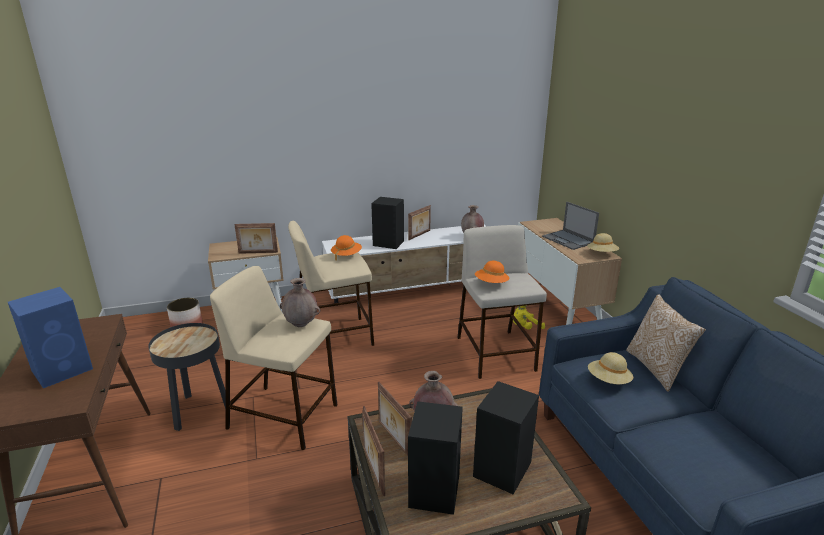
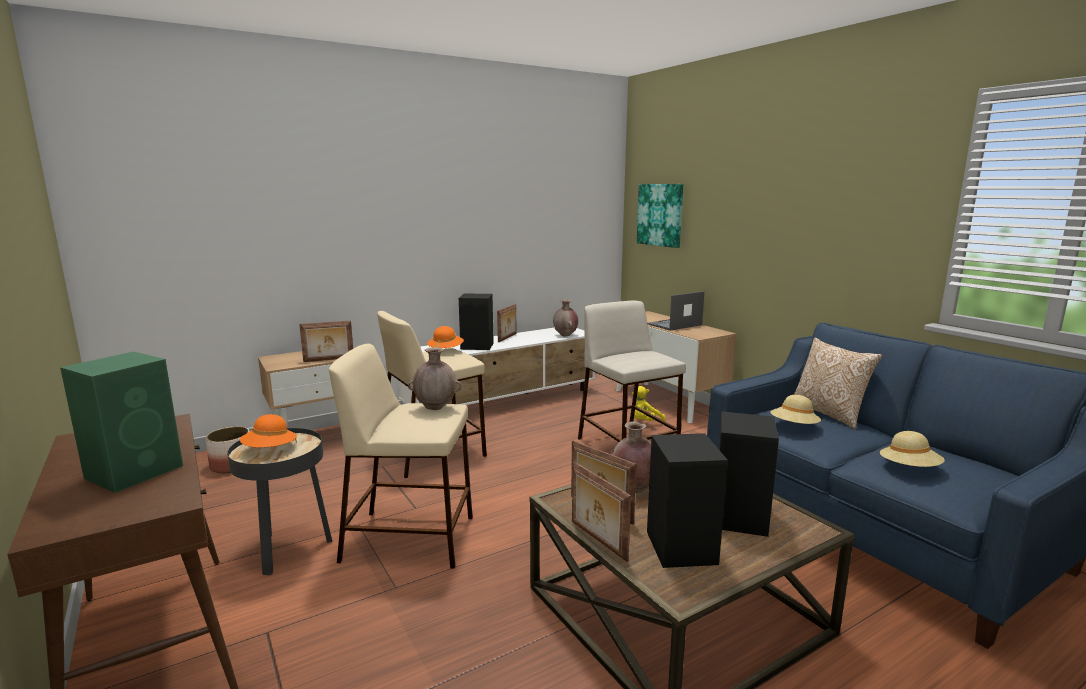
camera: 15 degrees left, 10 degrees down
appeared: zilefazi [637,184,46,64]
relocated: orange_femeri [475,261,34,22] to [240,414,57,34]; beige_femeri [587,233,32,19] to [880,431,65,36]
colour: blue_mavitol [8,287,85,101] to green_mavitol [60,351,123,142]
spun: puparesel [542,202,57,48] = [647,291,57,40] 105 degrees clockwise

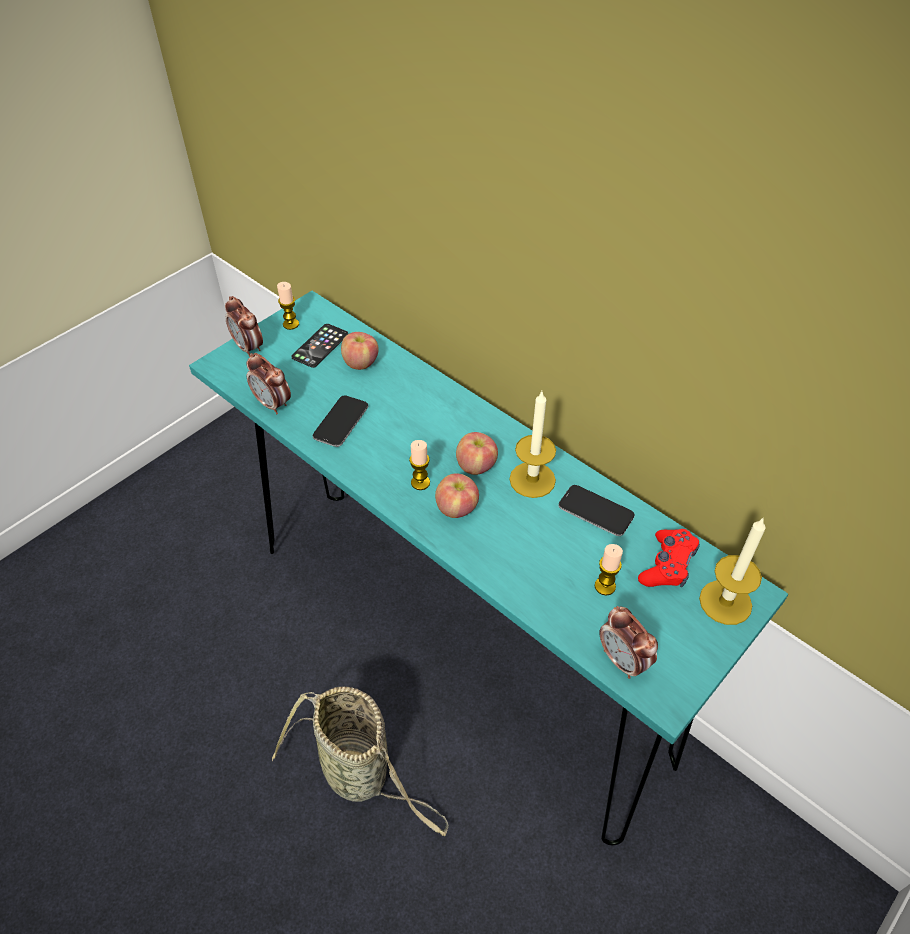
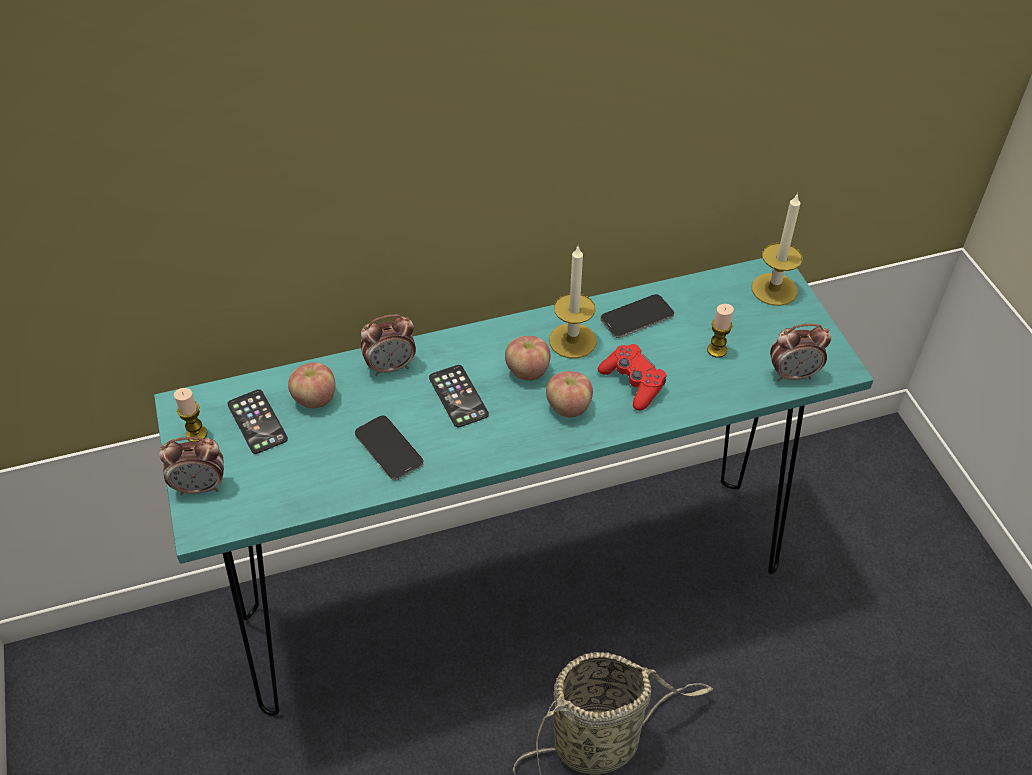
camera: 60 degrees left, 0 degrees up
missing: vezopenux [409,440,21,50]
appeared: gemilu [429,365,60,62]
relocated: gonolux [246,353,45,61] to [361,314,55,62]; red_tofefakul [638,529,62,58] to [598,344,69,67]

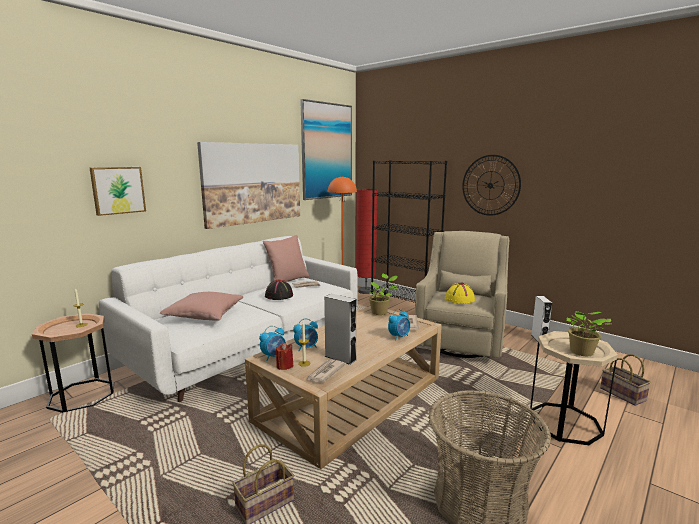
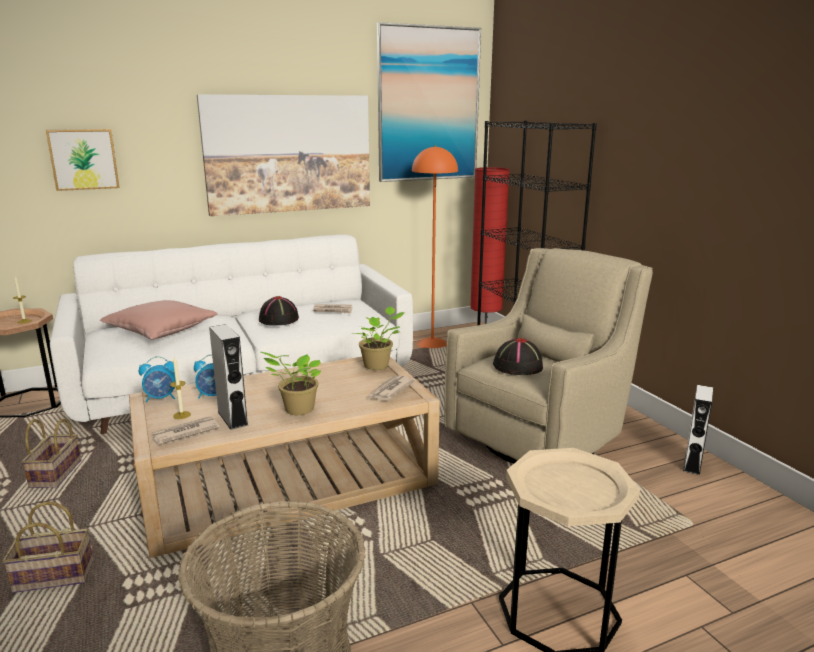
camera: 25 degrees right, 5 degrees up
missing: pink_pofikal [263,235,46,47]; red_vezopenux [276,343,17,27]; gonolux [388,309,22,31]; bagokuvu [462,155,59,61]
relocated: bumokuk [567,311,44,45] to [261,352,60,63]; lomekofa [600,354,51,52] to [22,419,60,69]
colour: yellow_femeri [445,283,30,21] to black_femeri [493,338,50,37]

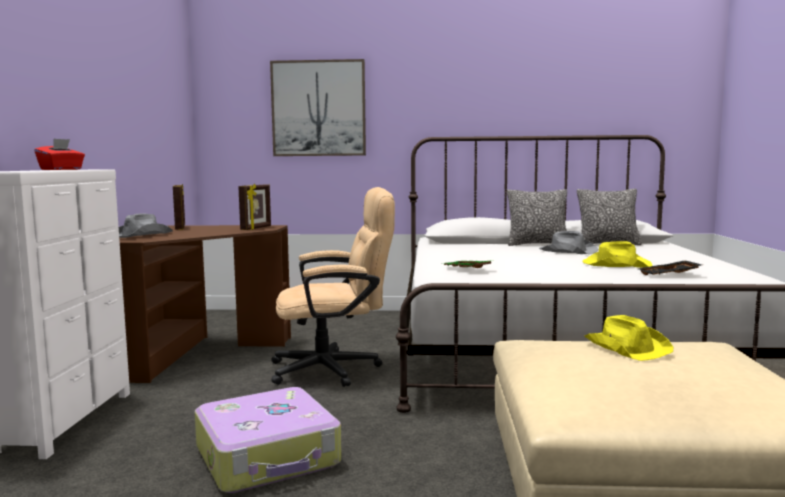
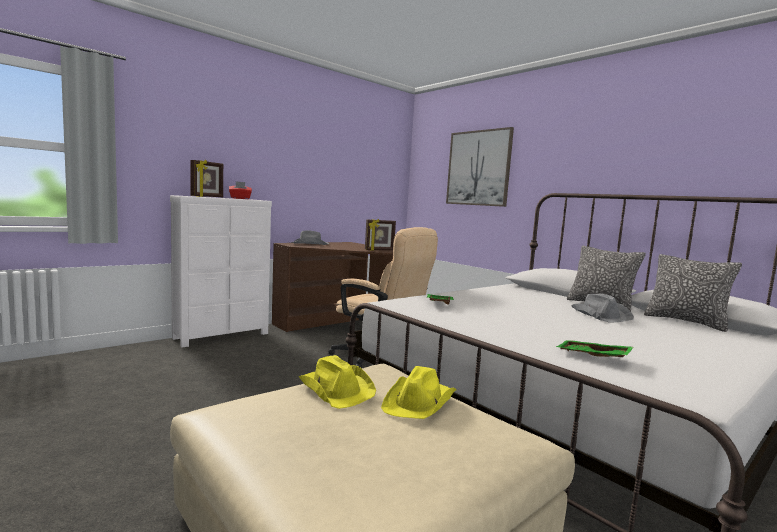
camera: 45 degrees right, 0 degrees up
missing: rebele [195,387,147,106]
relocated: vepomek [173,184,12,45] to [190,160,33,37]; yellow_femeri [583,241,70,27] to [299,355,77,54]
colour: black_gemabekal [638,261,65,14] to green_gemabekal [556,340,78,17]

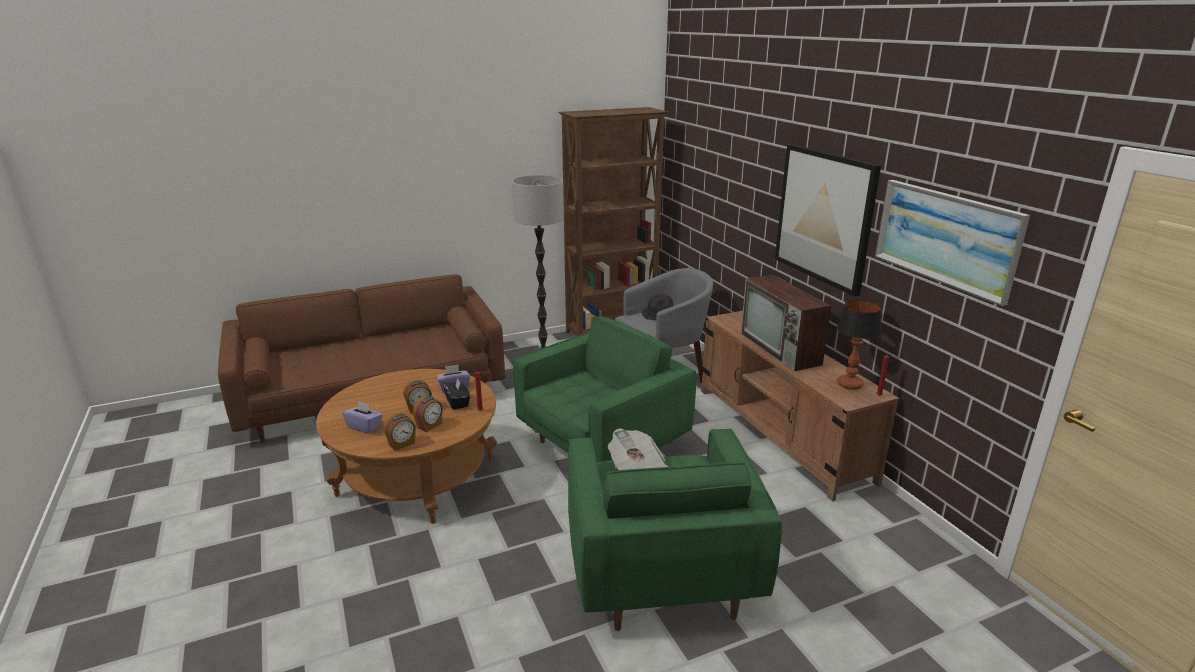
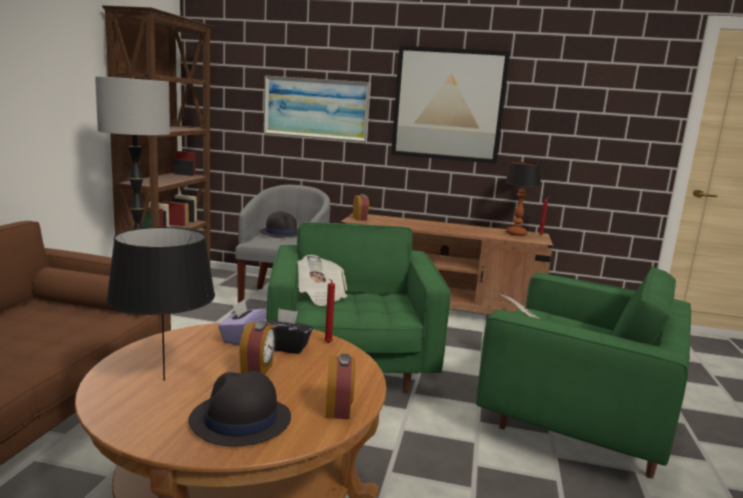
camera: 55 degrees left, 10 degrees down
missing: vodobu [741,275,90,96]
appeared: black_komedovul [106,227,109,154]; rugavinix [297,255,50,51]
relocated: gonolux [413,396,30,36] to [353,194,16,27]; zilefazi [875,180,155,126] to [263,75,108,67]
exchanged: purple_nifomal [342,401,41,33] to black_femeri [188,371,103,75]

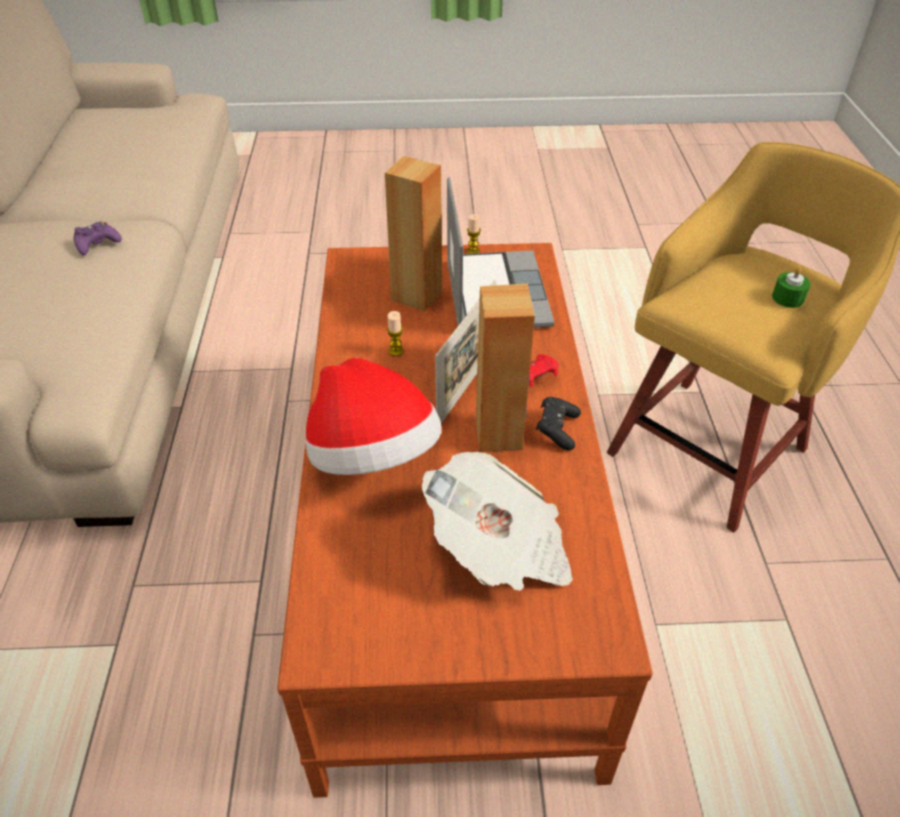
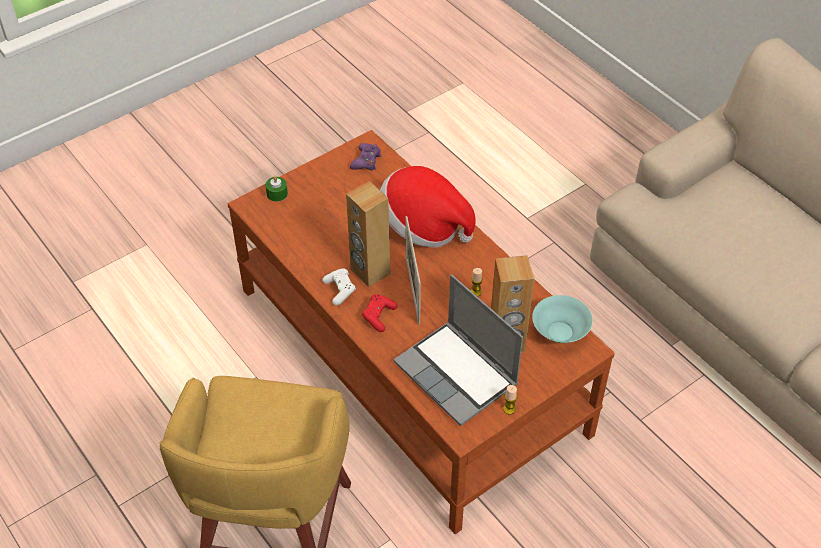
camera: 145 degrees right, 5 degrees up
missing: rugavinix [422,452,151,139]
appeared: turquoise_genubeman [532,295,61,48]
relocated: purple_tofefakul [73,221,49,34] to [350,143,31,27]; green_vezopenux [772,267,39,41] to [265,176,23,26]
colour: black_tofefakul [536,397,45,54] to white_tofefakul [322,269,34,37]

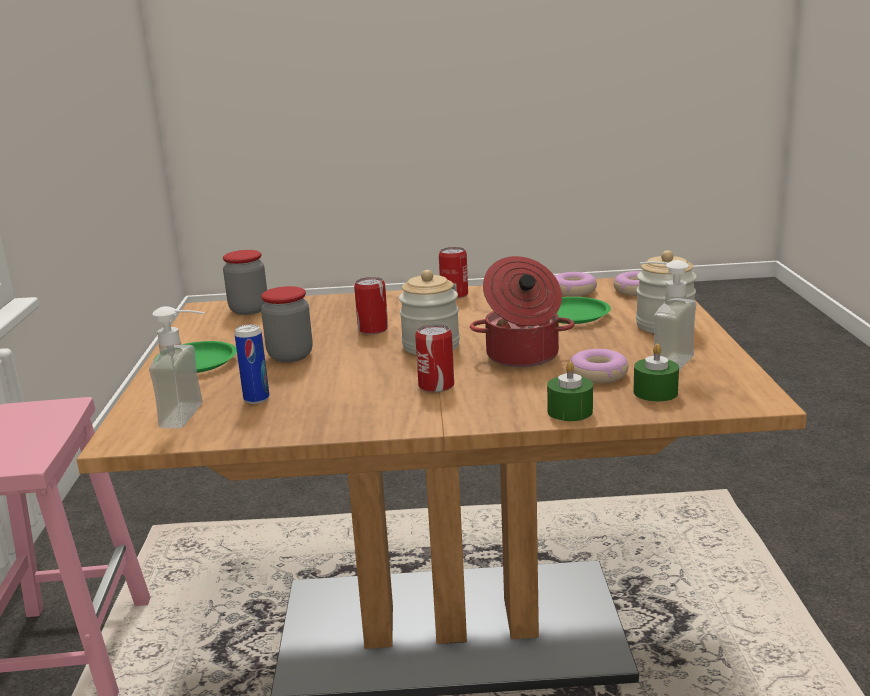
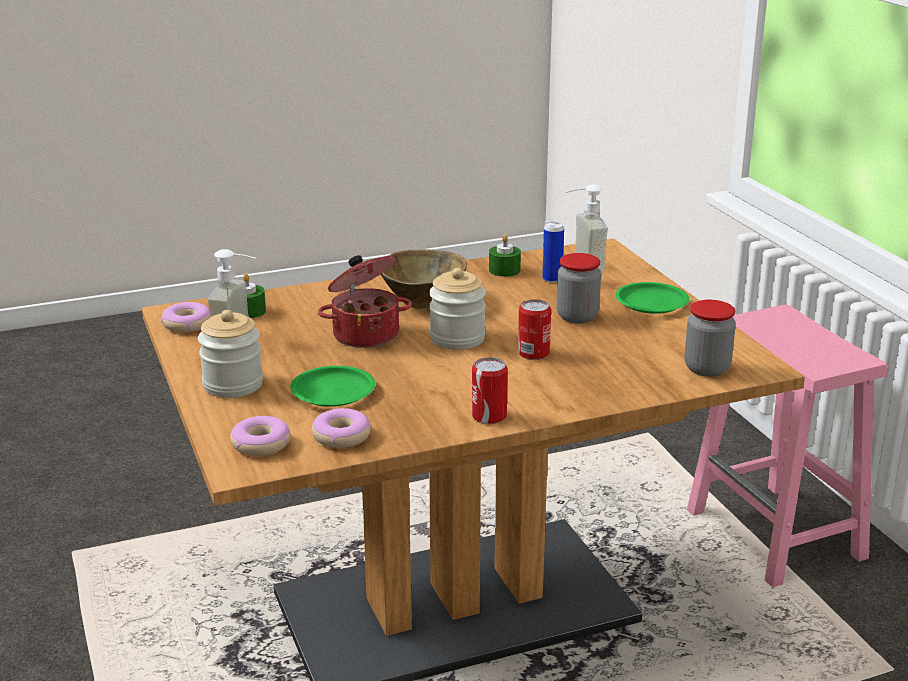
camera: 160 degrees right, 5 degrees up
relocated: green_vezopenux [547,361,46,60] to [489,235,32,42]; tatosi [570,349,59,34] to [161,302,50,31]
exchanged: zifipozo [415,324,39,68] to brown_genubeman [381,249,86,60]

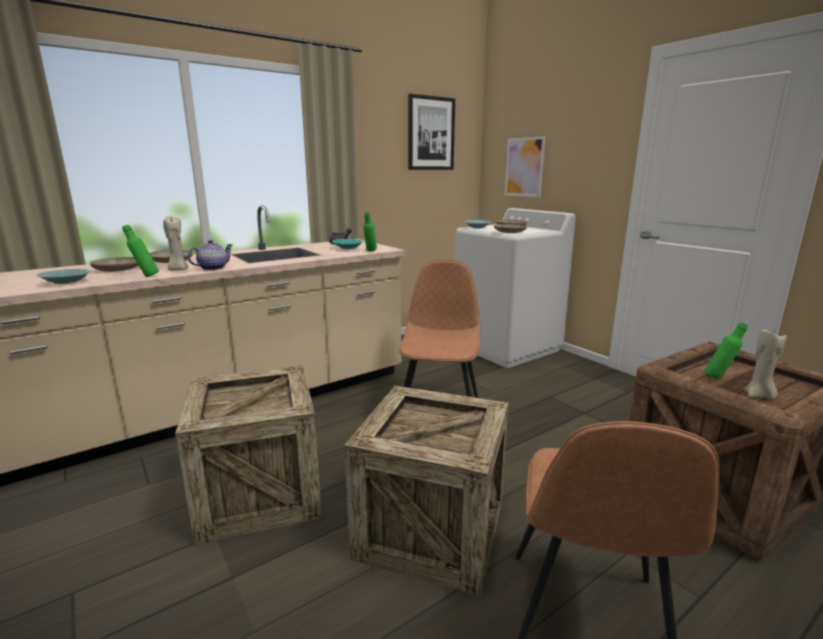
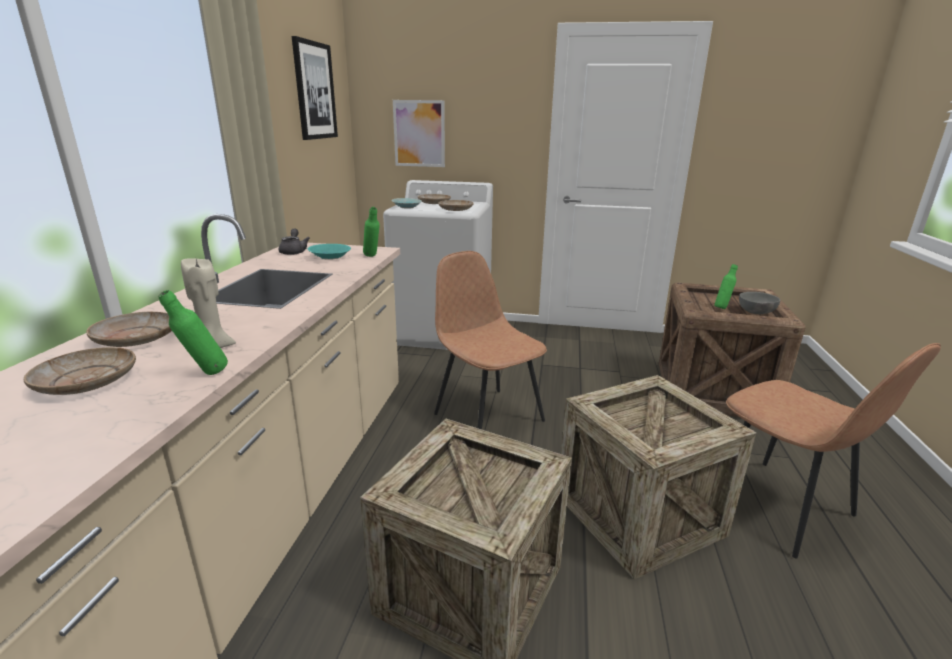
camera: 45 degrees left, 5 degrees up
missing: turquoise_genubeman [36,269,54,15]; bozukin [188,240,44,30]
exchanged: beige_vezopenux [745,329,41,70] to grey_genubeman [739,292,41,22]

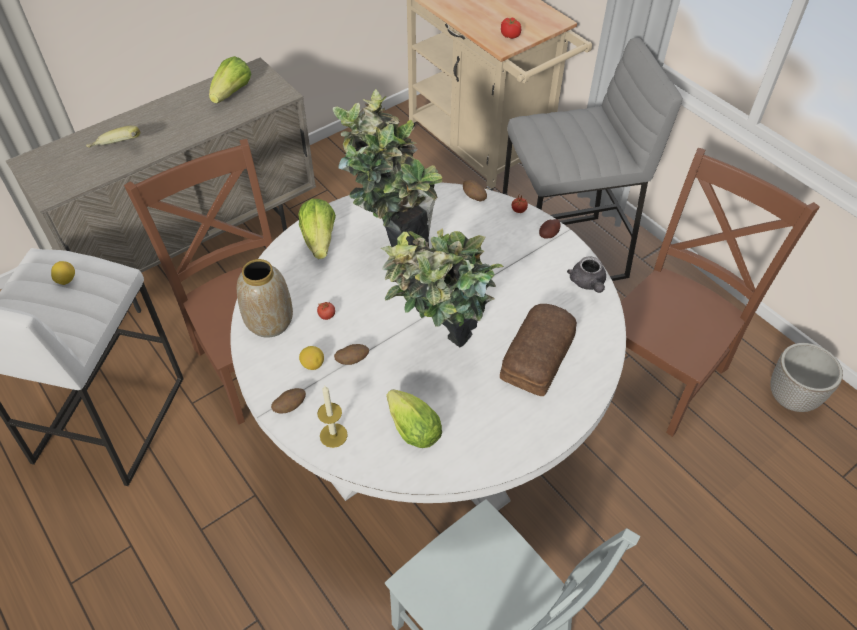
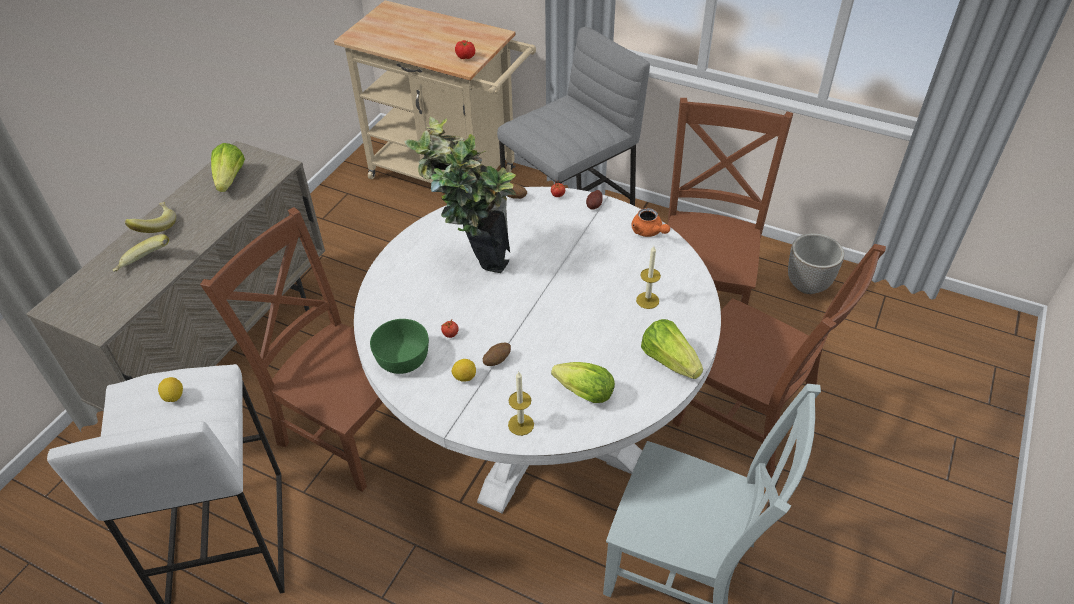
camera: 25 degrees left, 5 degrees down
missing: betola [271,388,35,26]; bumokuk [381,228,123,119]
appeared: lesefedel [125,202,51,31]; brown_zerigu [672,244,214,233]
relocated: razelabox [298,199,38,60] to [641,319,62,60]
exchanged: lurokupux [237,259,56,79] to green_genubeman [370,319,59,55]; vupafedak [500,304,77,92] to vezopenux [636,246,25,63]
colour: grey_bozukin [567,256,39,37] to orange_bozukin [631,208,39,29]

